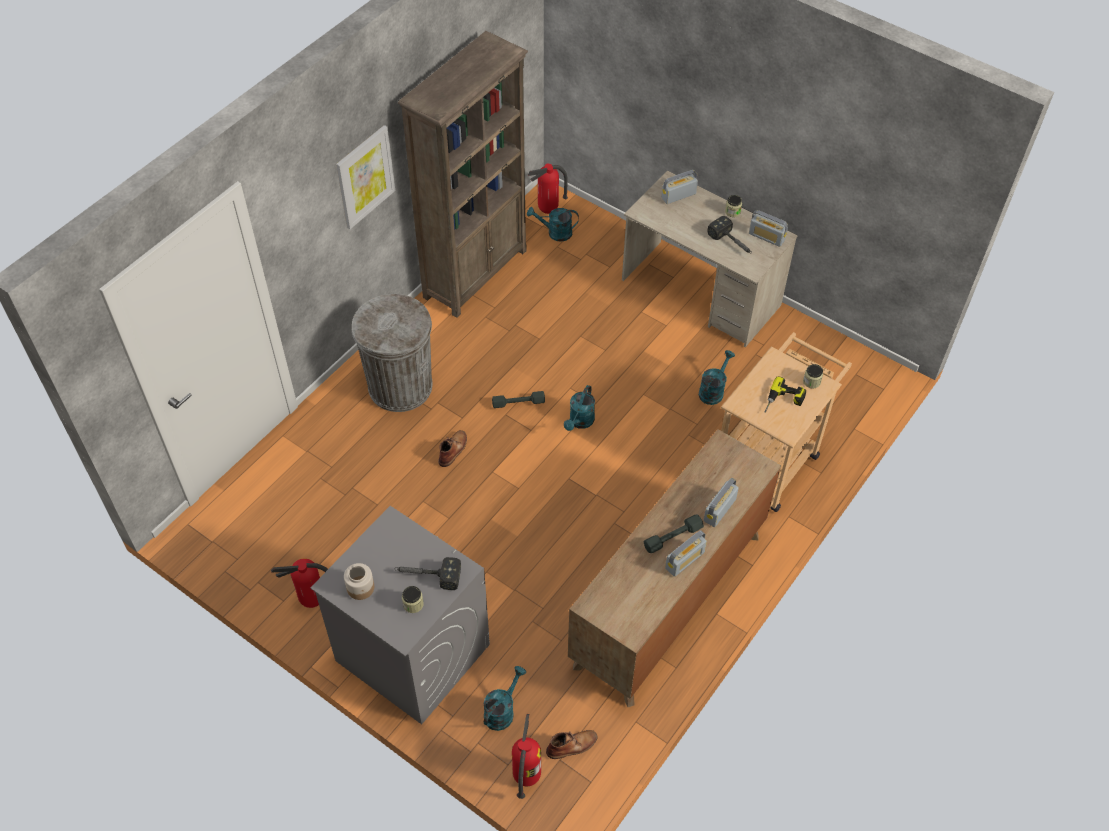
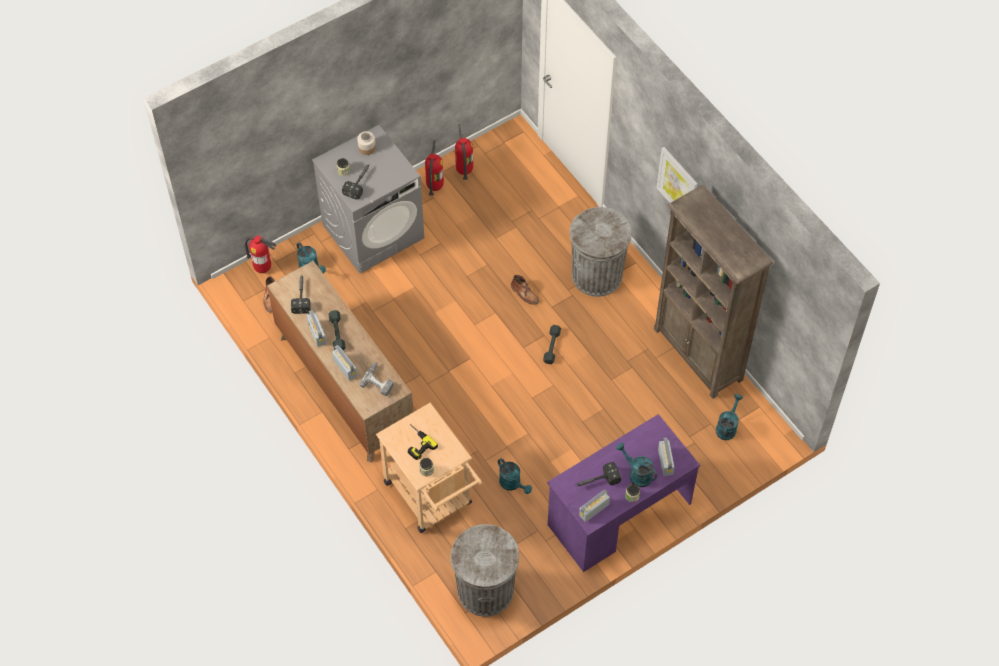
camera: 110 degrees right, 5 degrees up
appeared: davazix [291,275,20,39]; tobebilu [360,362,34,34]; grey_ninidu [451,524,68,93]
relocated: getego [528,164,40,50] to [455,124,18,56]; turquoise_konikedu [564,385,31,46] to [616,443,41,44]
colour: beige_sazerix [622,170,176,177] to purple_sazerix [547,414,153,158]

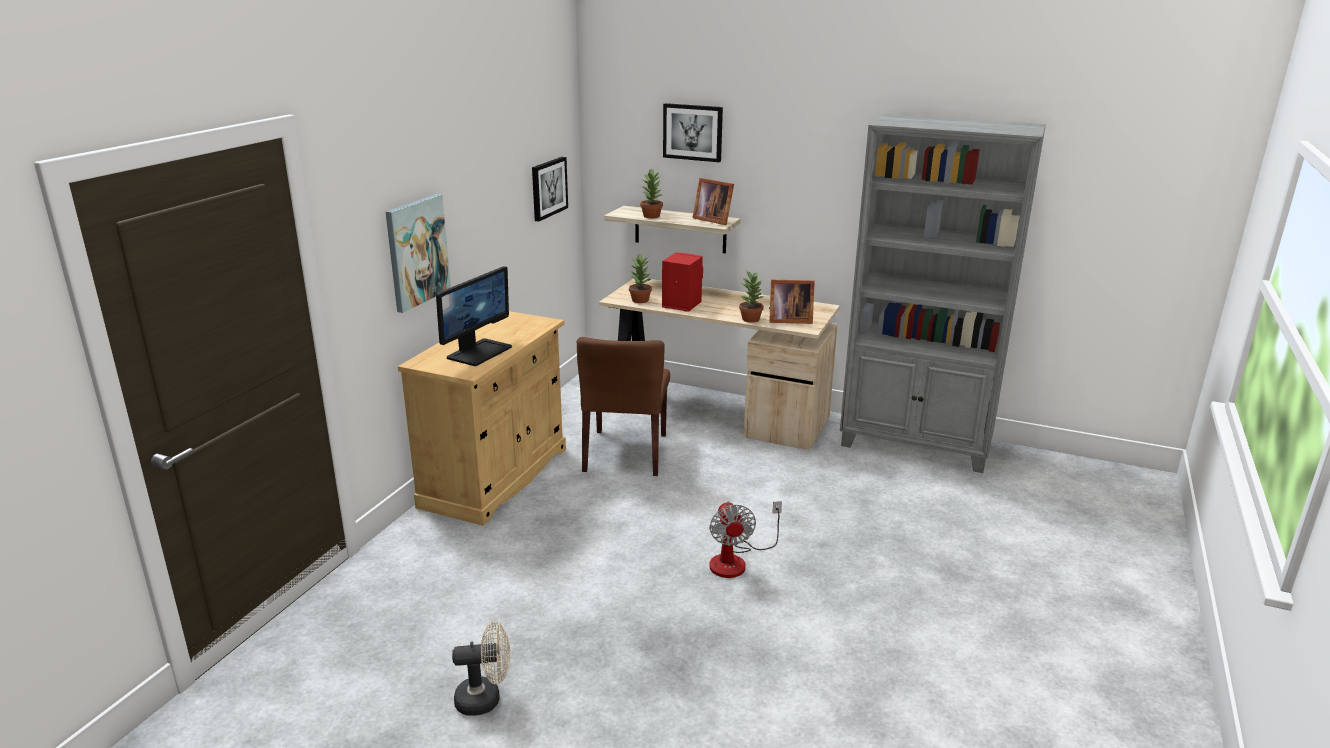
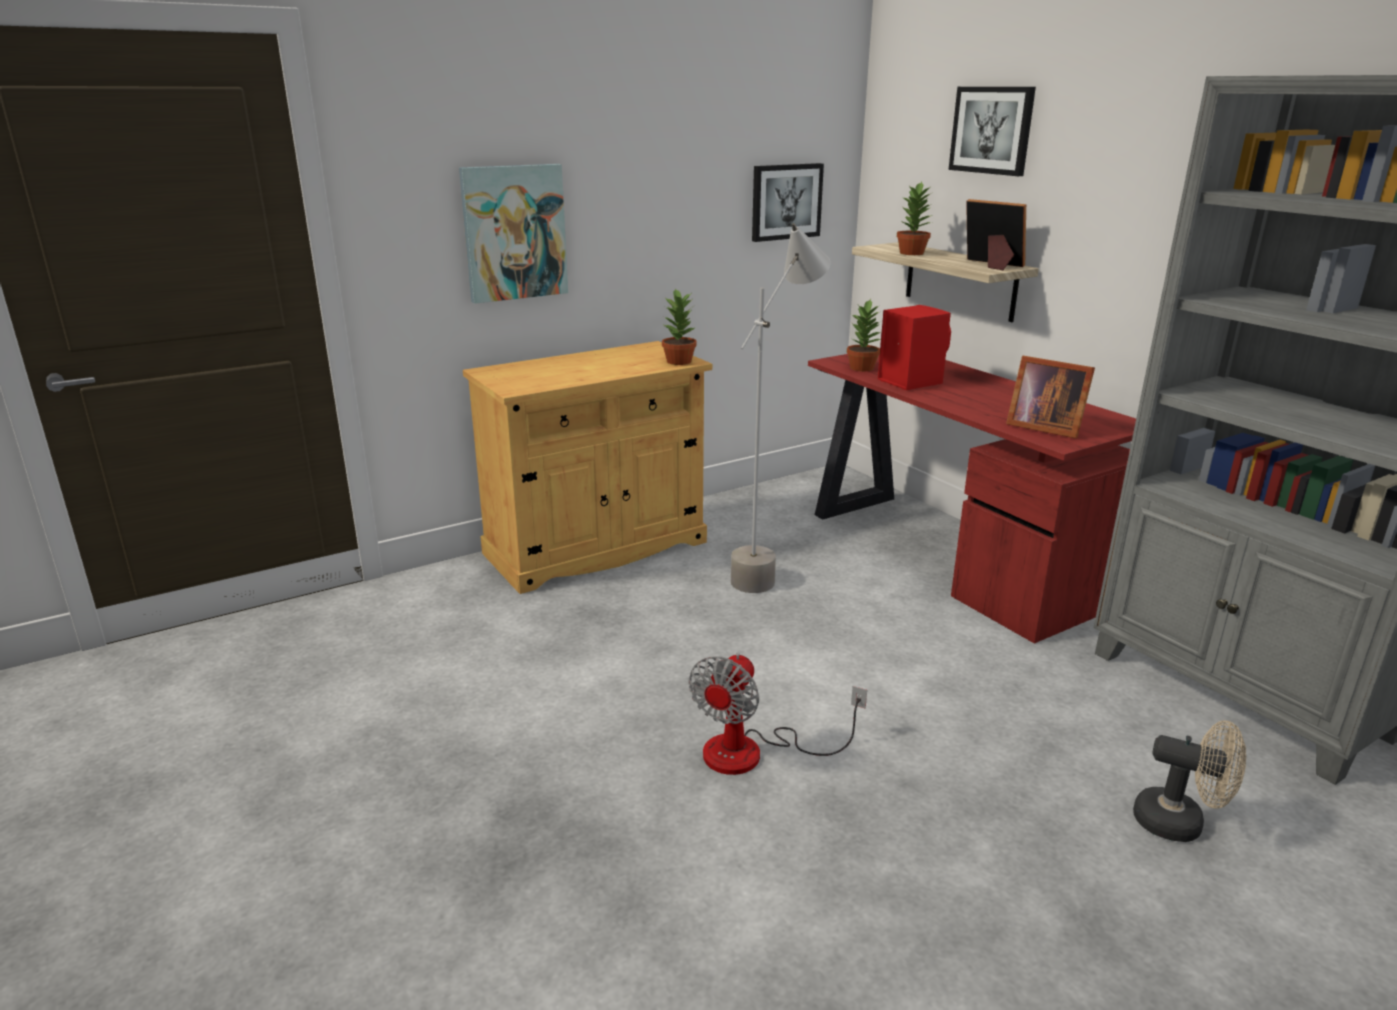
camera: 35 degrees right, 0 degrees up
missing: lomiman [436,266,76,100]
relocated: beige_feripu [452,622,58,94] to [1133,720,113,122]; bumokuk [739,270,25,53] to [662,288,35,77]
exchanged: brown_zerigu [577,337,93,139] to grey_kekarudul [731,223,99,370]
colour: beige_sazerix [599,277,241,173] to red_sazerix [808,354,328,290]
spun: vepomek [692,178,42,47] = [966,199,60,71] 150 degrees clockwise

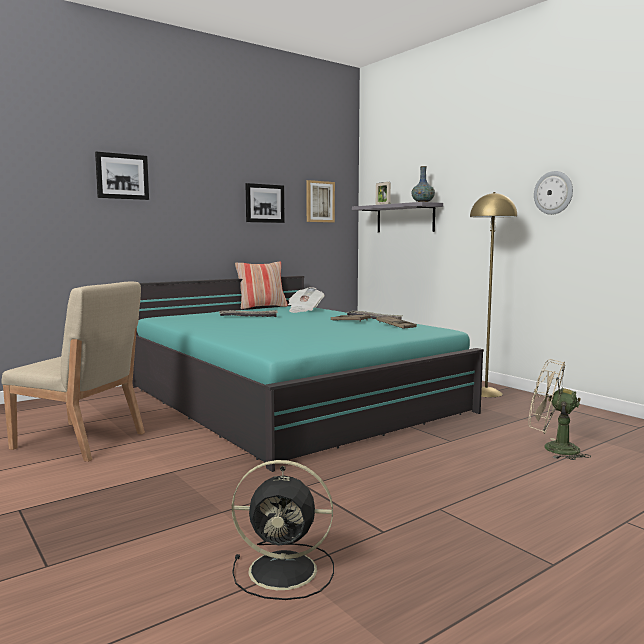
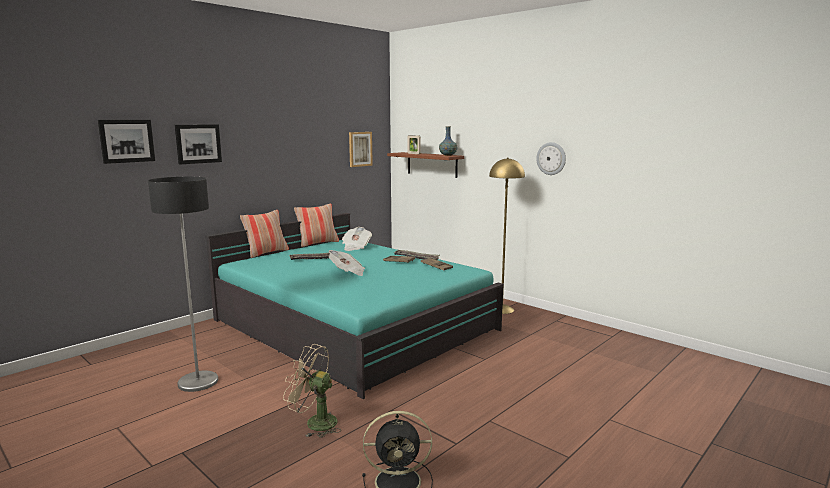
camera: 10 degrees left, 5 degrees up
appeared: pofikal [240,210,49,48]; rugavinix [328,250,37,26]
relocated: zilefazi [246,183,39,40] to [98,120,57,44]; beige_feripu [528,359,63,101] to [283,344,58,94]
exchanged: beige_zerigu [1,281,144,181] to kekarudul [148,177,70,215]
colour: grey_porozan [352,202,91,30] to brown_porozan [387,152,77,26]

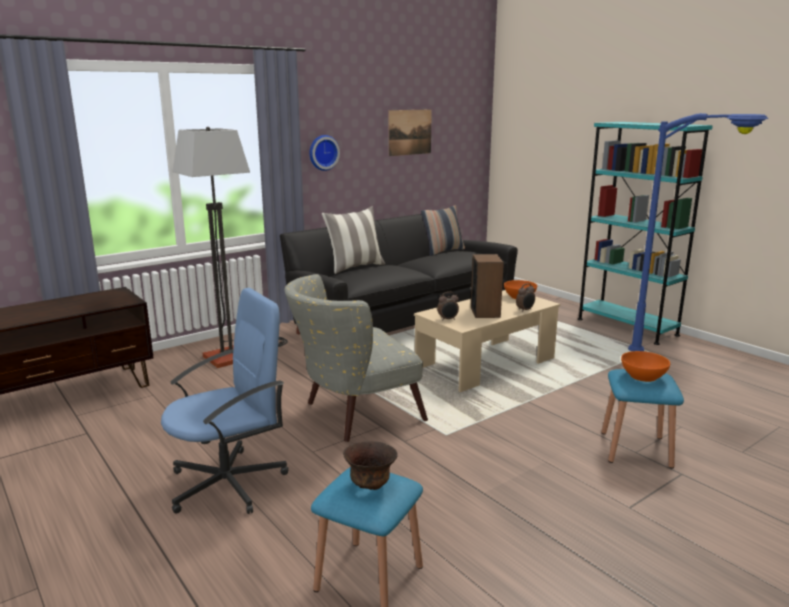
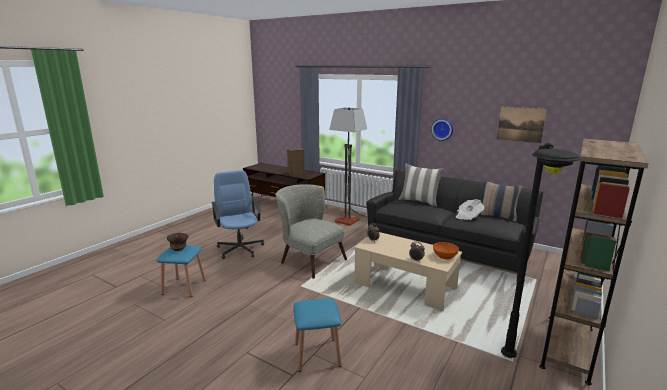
camera: 70 degrees right, 0 degrees up
missing: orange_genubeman [621,351,49,31]
appeared: rugavinix [456,199,29,21]
relocated: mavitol [471,254,33,64] to [287,148,18,28]
colour: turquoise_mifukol [578,122,135,223] to brown_mifukol [539,139,110,246]; blue_kekarudul [628,113,140,238] to black_kekarudul [501,143,79,215]
spun: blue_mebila [161,288,127,226] = [211,170,53,89] 150 degrees counterclockwise

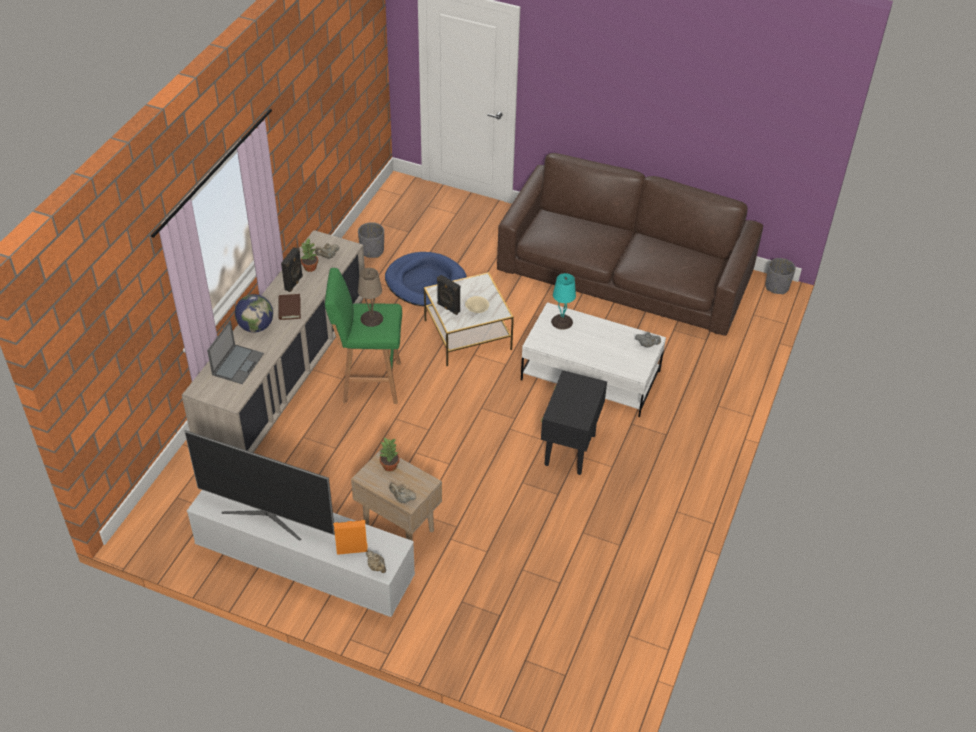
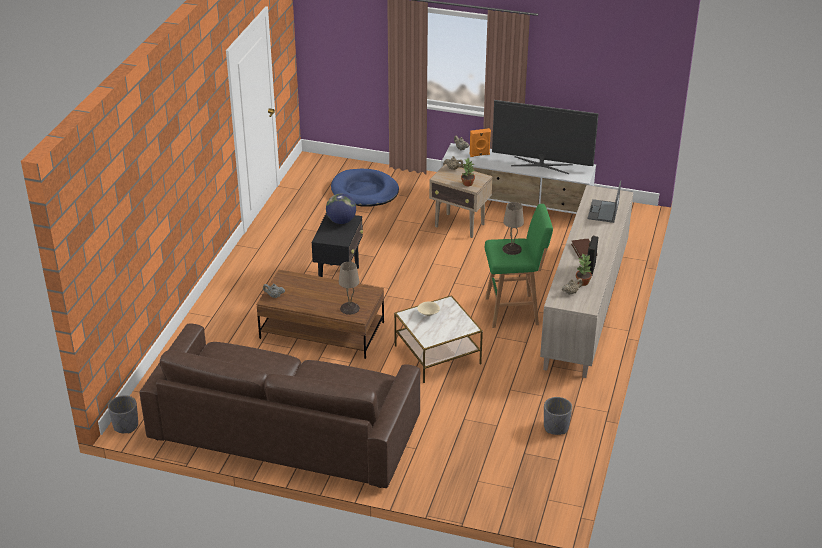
camera: 175 degrees right, 10 degrees down
missing: black_mavitol [437,275,23,40]
relocated: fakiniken [235,294,38,39] to [326,194,30,30]; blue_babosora [385,252,82,54] to [331,169,68,38]
colour: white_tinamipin [521,302,145,115] to brown_tinamipin [257,270,127,89]; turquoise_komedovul [551,273,25,57] to beige_komedovul [339,262,21,53]

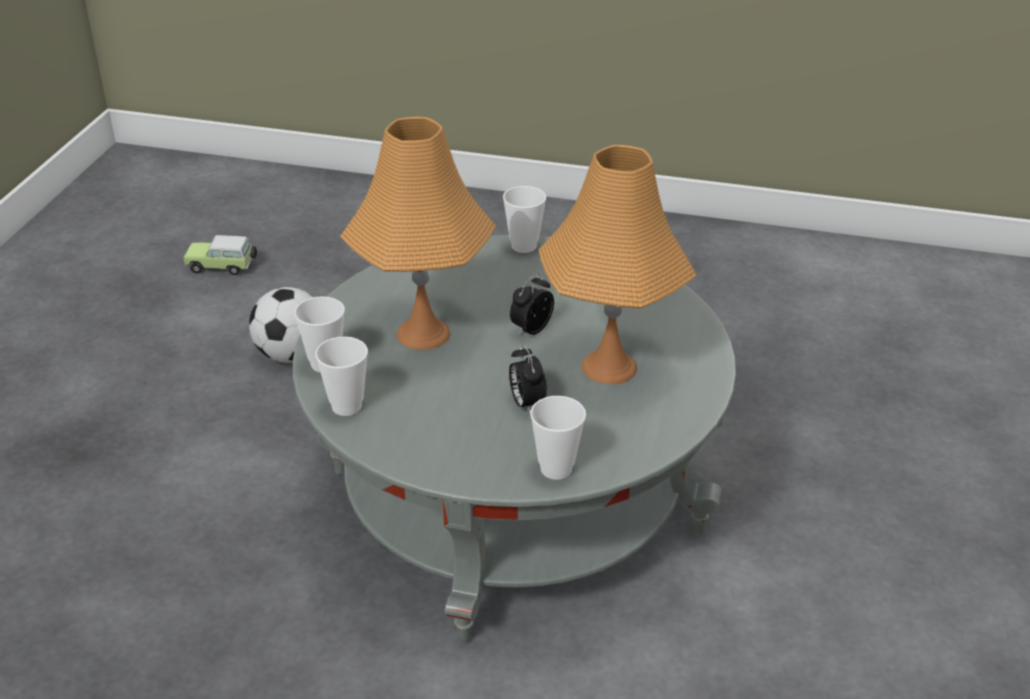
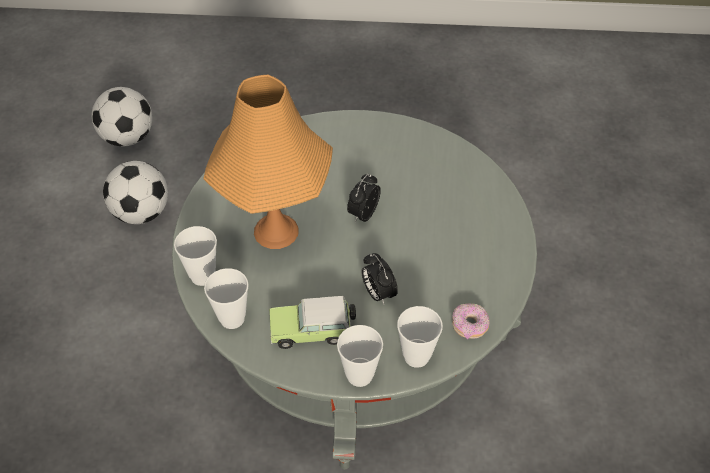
camera: 10 degrees left, 15 degrees up
missing: orange_komedovul [538,145,158,239]
appeared: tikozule [92,87,61,59]; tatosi [452,303,38,36]
relocated: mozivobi [183,235,74,40] to [269,296,87,53]; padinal [503,186,43,67] to [337,325,46,62]

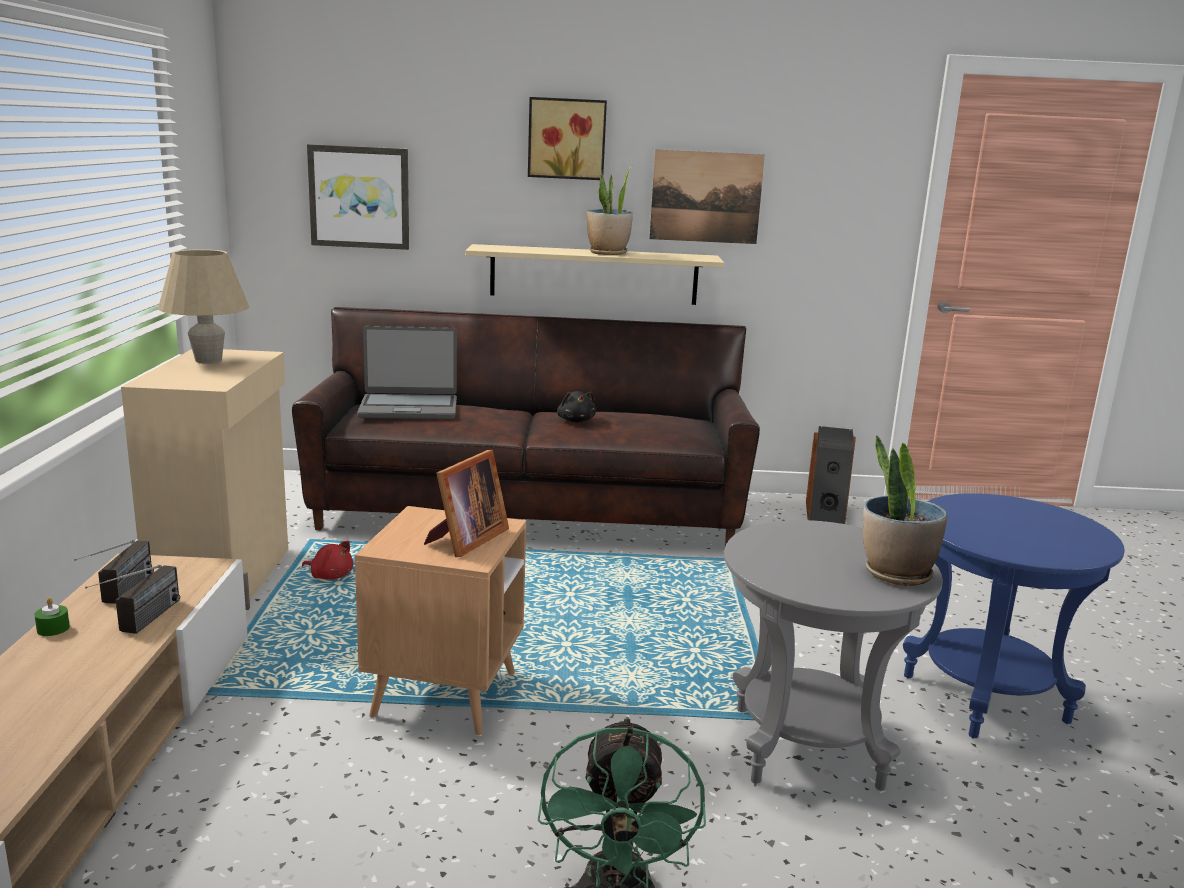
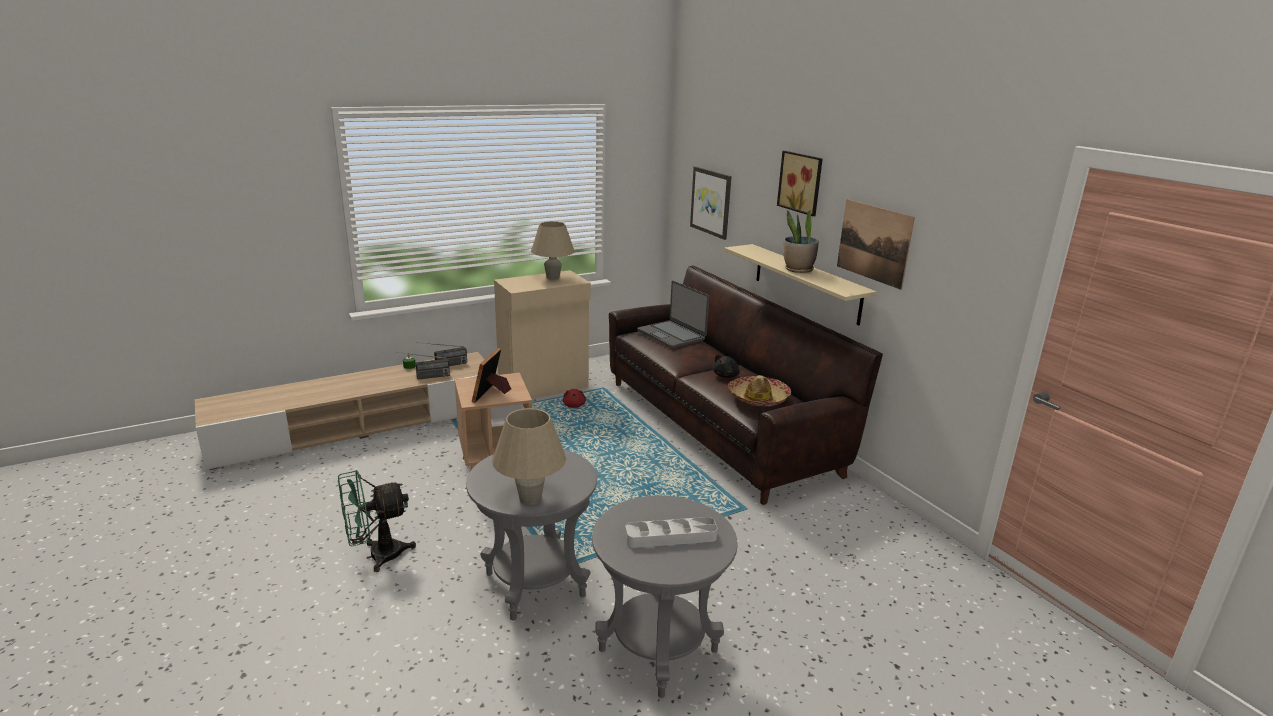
camera: 60 degrees right, 5 degrees up
missing: mavitol [806,426,50,98]
appeared: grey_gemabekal [625,517,92,31]; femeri [728,375,63,31]
exchanged: bumokuk [863,435,84,151] to beige_komedovul [492,408,74,97]
colour: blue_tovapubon [903,493,222,246] to grey_tovapubon [592,496,146,202]
spun: vepomek [424,450,85,107] = [472,348,39,55] 105 degrees clockwise

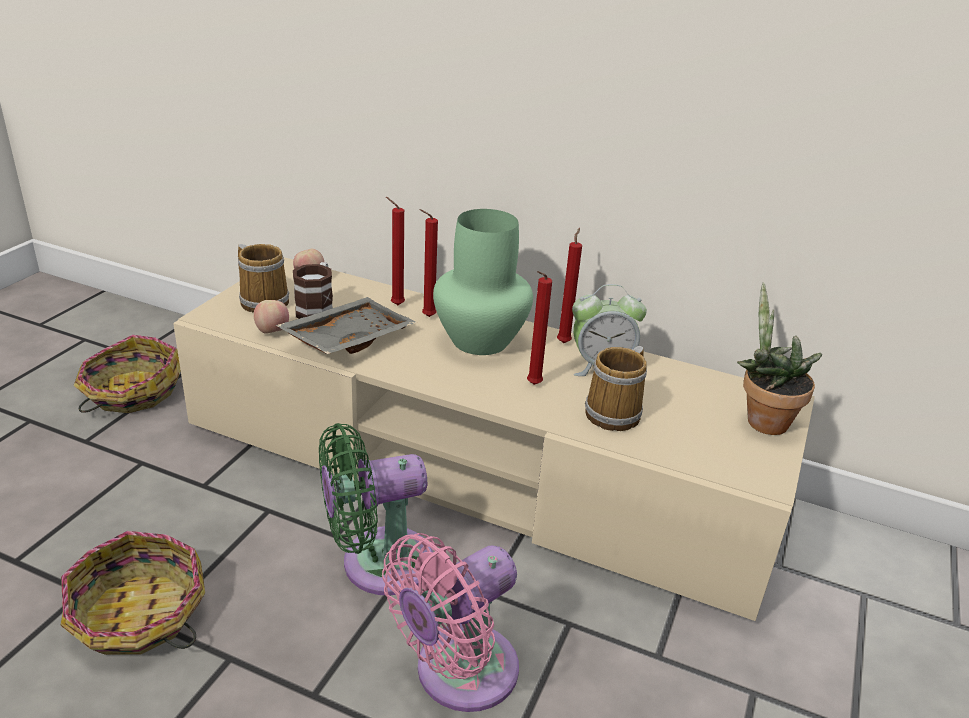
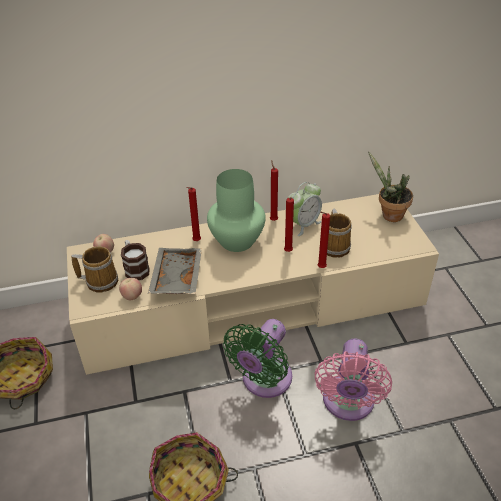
camera: 35 degrees left, 10 degrees up
relocated: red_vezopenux [386,197,19,108] to [317,211,13,57]

